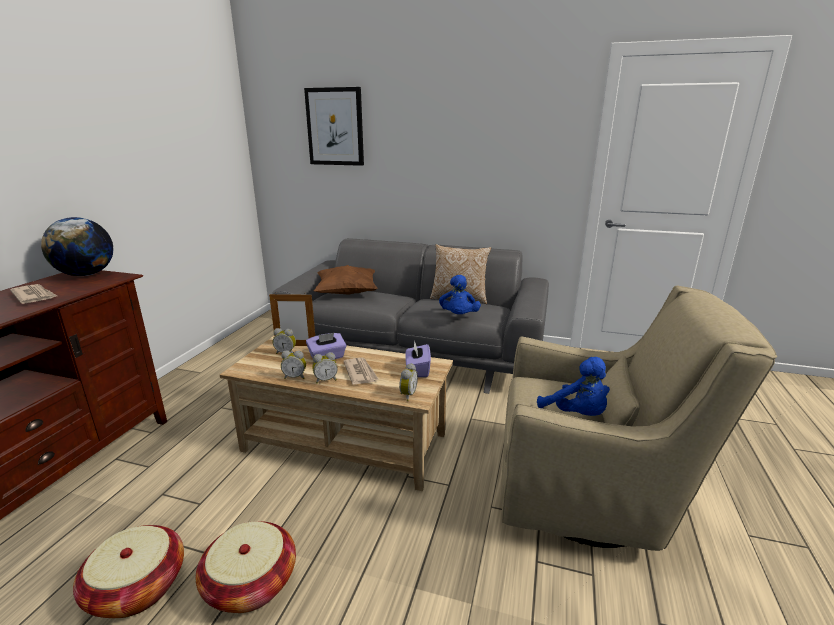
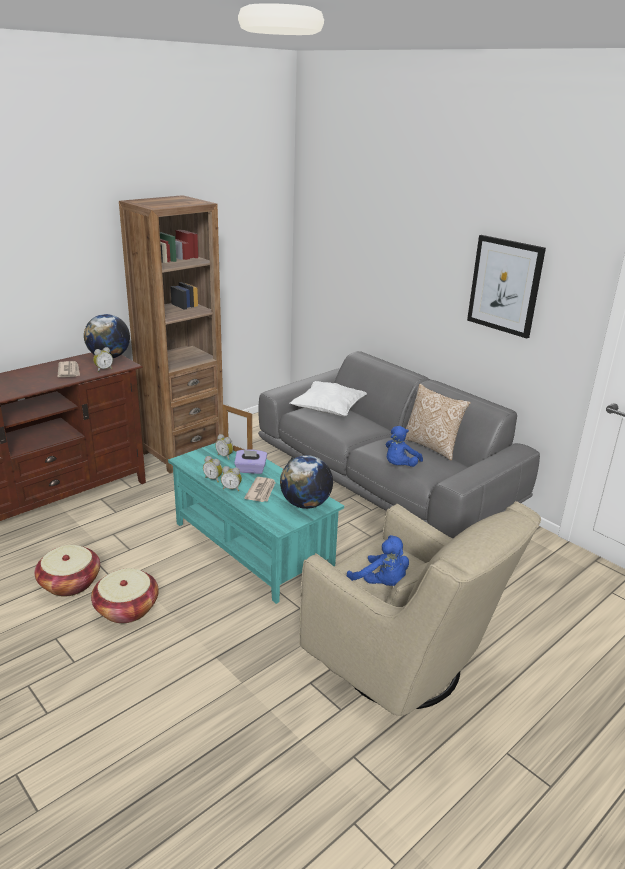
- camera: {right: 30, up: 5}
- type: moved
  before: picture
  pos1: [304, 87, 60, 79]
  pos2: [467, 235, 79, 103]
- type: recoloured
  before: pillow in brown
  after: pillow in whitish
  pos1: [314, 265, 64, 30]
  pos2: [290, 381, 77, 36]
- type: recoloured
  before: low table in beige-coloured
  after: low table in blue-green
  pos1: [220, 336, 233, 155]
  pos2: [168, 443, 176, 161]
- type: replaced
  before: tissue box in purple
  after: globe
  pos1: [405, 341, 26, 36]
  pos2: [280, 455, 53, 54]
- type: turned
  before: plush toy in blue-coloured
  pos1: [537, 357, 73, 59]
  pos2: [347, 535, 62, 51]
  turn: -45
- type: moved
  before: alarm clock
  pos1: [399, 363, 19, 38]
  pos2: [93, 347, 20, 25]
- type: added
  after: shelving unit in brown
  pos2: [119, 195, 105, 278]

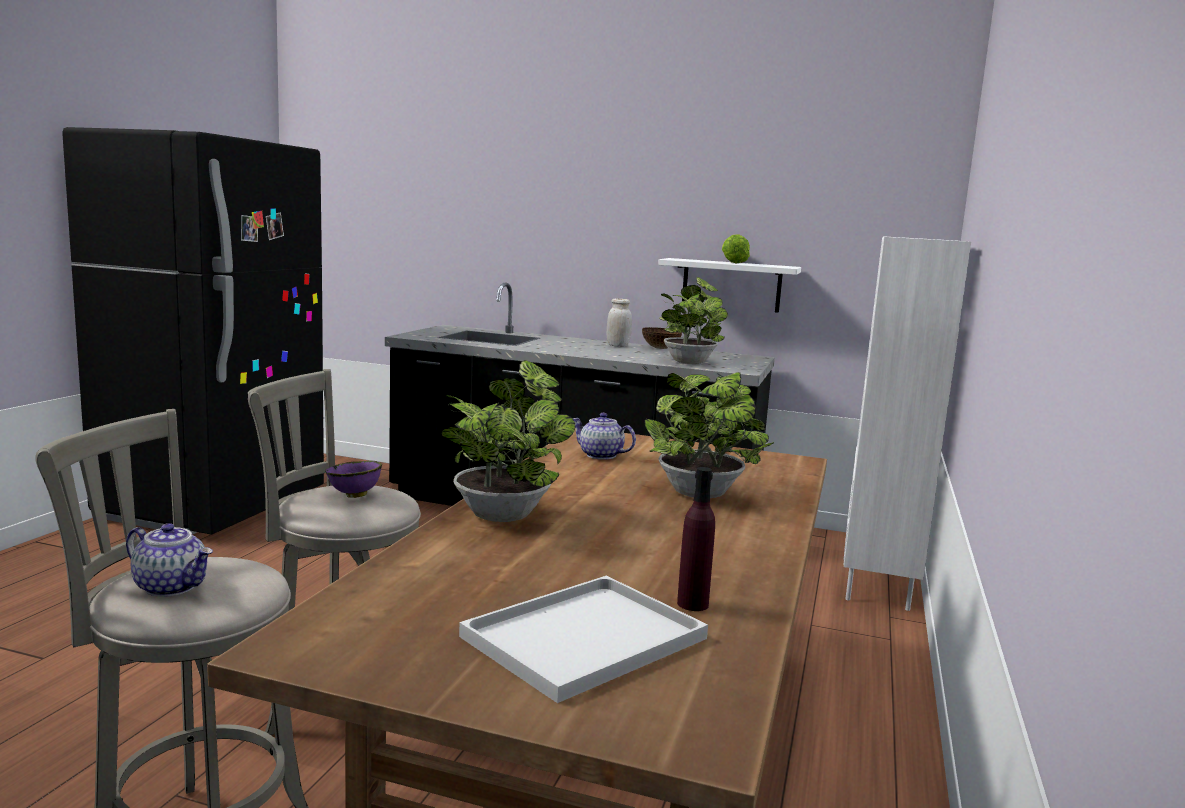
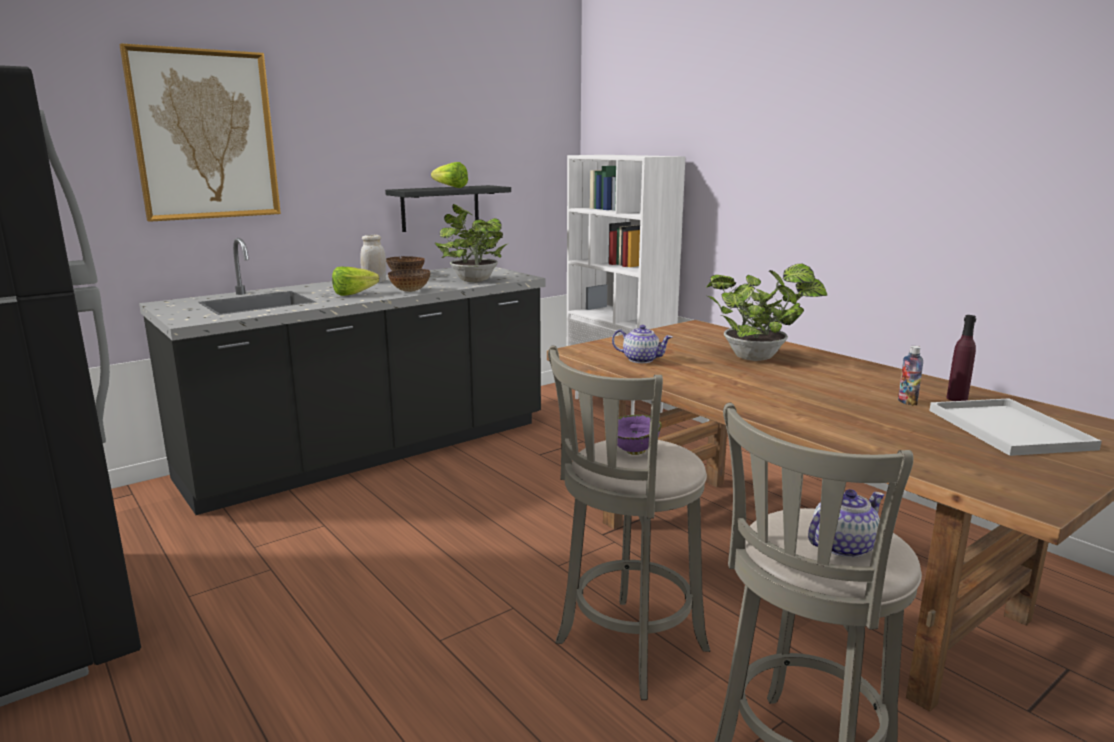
- camera: {right: -55, up: 5}
- type: recoloured
  before: wall shelf in whitish
  after: wall shelf in black-coloured
  pos1: [658, 258, 143, 55]
  pos2: [385, 185, 126, 47]
- type: removed
  before: plant in a pot
  pos1: [441, 360, 134, 162]
- type: turned
  before: tea pot
  pos1: [573, 413, 63, 47]
  pos2: [612, 325, 60, 38]
  turn: -135
- type: added
  after: picture
  pos2: [119, 43, 162, 179]
- type: added
  after: lettuce
  pos2: [332, 267, 47, 29]
- type: added
  after: bowl
  pos2: [388, 269, 42, 23]
- type: added
  after: bottle
  pos2: [898, 346, 25, 60]

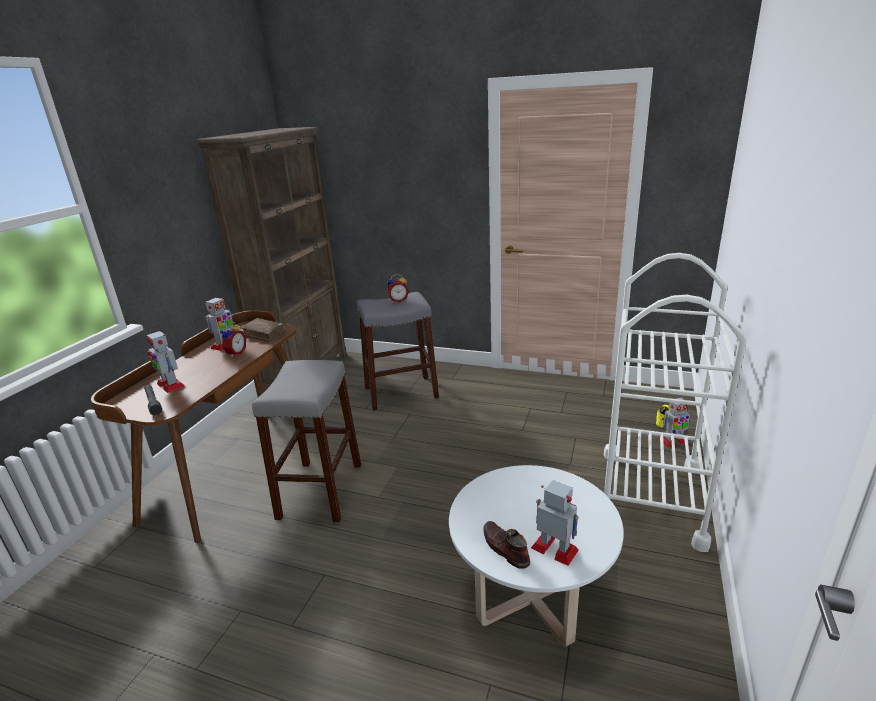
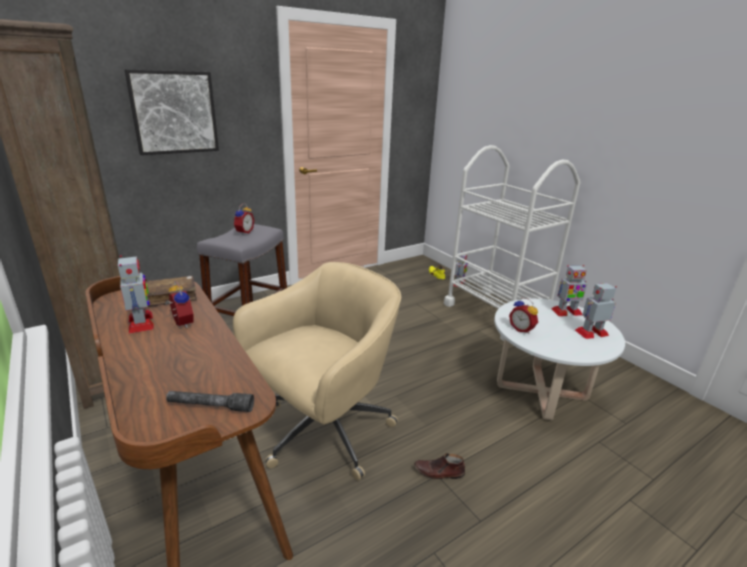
- camera: {right: -55, up: 0}
- type: moved
  before: robot figure
  pos1: [146, 330, 39, 63]
  pos2: [551, 265, 36, 51]
- type: replaced
  before: sitting stool in greyish
  after: office chair in beige-coloured
  pos1: [252, 360, 109, 162]
  pos2: [233, 262, 168, 218]
- type: moved
  before: item of footwear in brown
  pos1: [483, 521, 47, 48]
  pos2: [414, 453, 51, 26]
- type: added
  after: picture
  pos2: [124, 69, 95, 86]
- type: added
  after: alarm clock
  pos2: [509, 298, 29, 36]

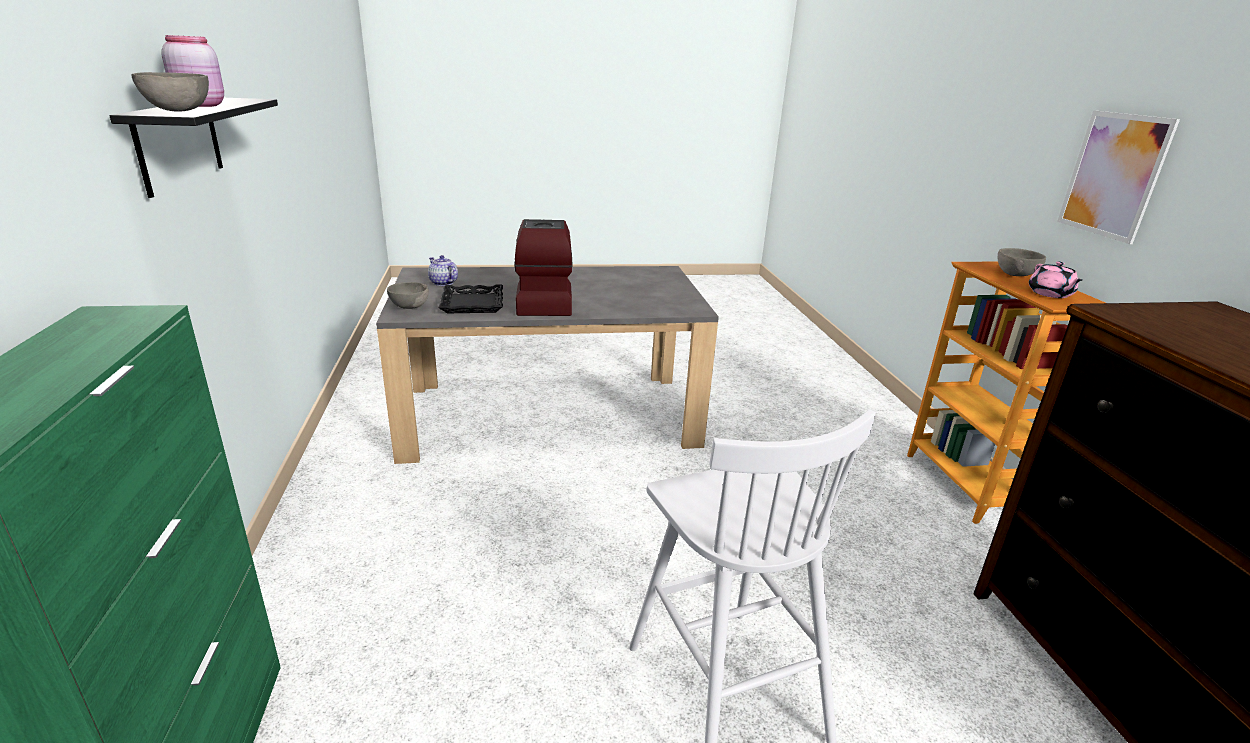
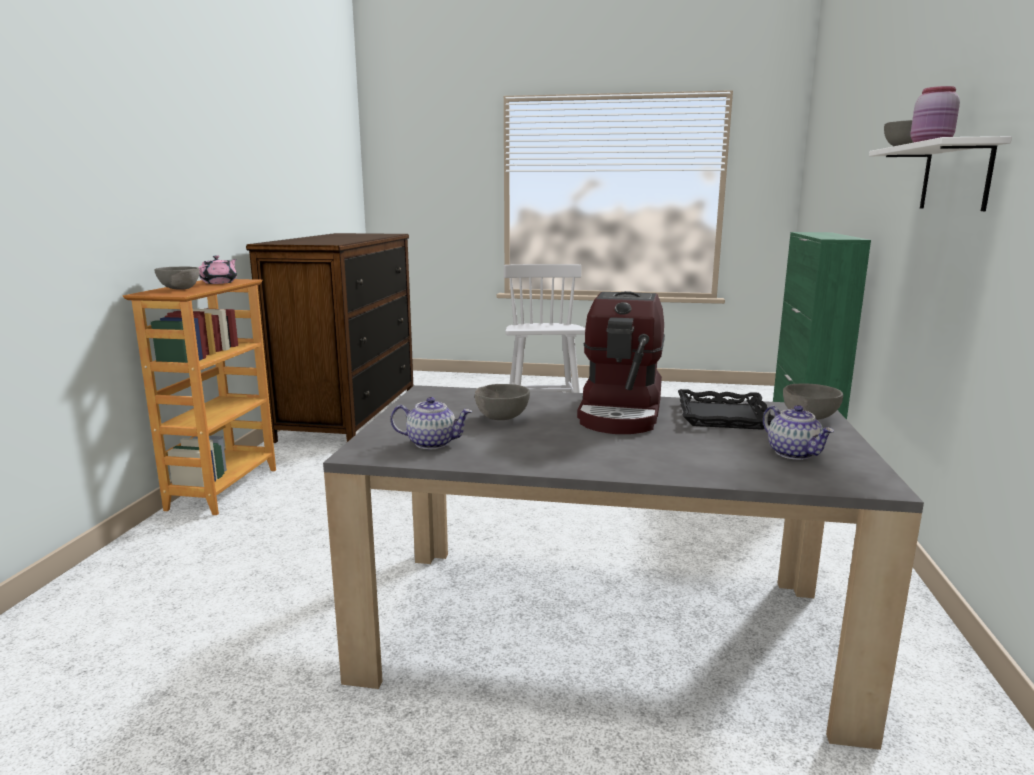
- camera: {right: -160, up: -10}
- type: recoloured
  before: wall shelf in black-coloured
  after: wall shelf in whitish
  pos1: [110, 98, 168, 100]
  pos2: [869, 136, 143, 75]
- type: removed
  before: picture
  pos1: [1057, 110, 123, 134]
- type: added
  after: bowl in greyish
  pos2: [475, 384, 55, 36]
- type: added
  after: tea pot
  pos2: [390, 397, 82, 52]

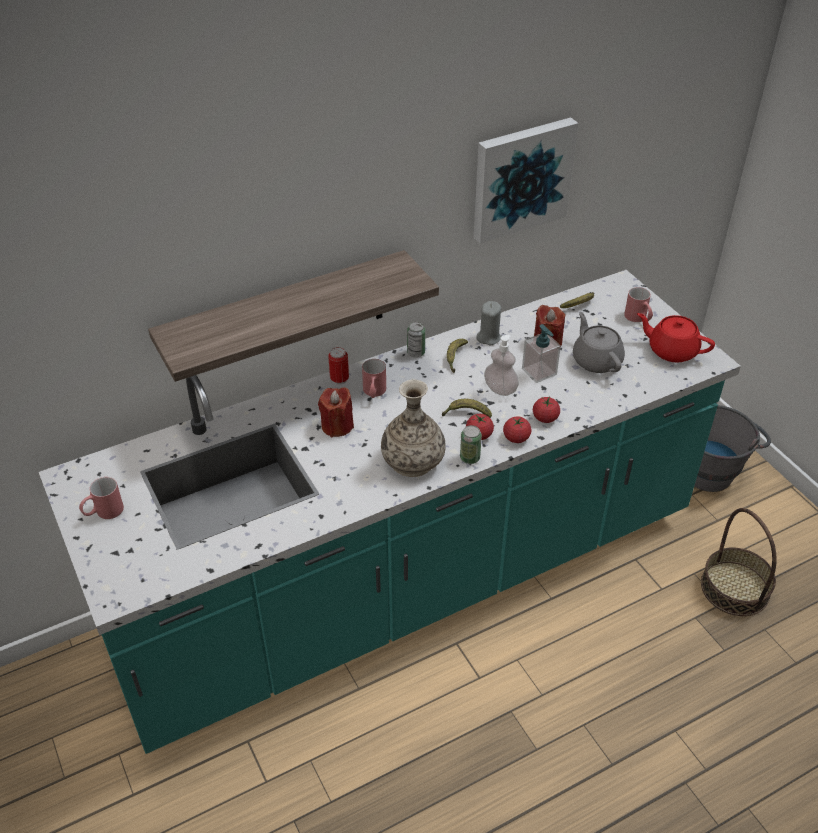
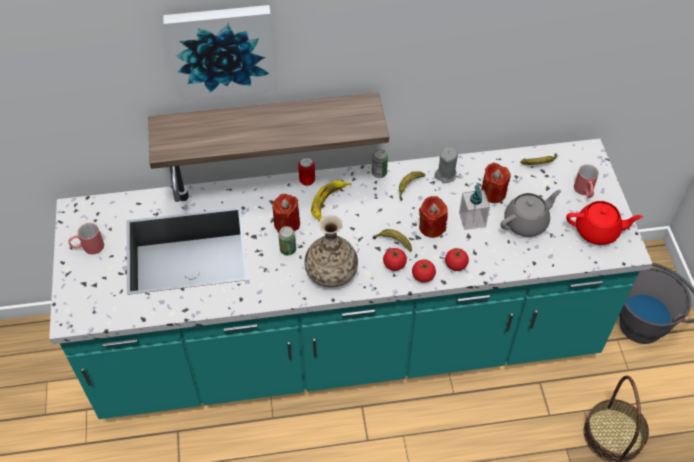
- camera: {right: 20, up: 10}
- type: moved
  before: picture
  pos1: [474, 117, 104, 127]
  pos2: [163, 5, 114, 95]
- type: turned
  before: tea pot in greyish
  pos1: [573, 312, 52, 61]
  pos2: [500, 190, 61, 47]
  turn: 60
- type: turned
  before: tea pot in red
  pos1: [637, 313, 78, 50]
  pos2: [566, 201, 77, 44]
  turn: 135
- type: replaced
  before: liquid soap bottle
  after: wax candle in red
  pos1: [484, 335, 35, 61]
  pos2: [419, 196, 29, 42]
- type: replaced
  before: coffee mug in red
  after: banana
  pos1: [362, 359, 24, 39]
  pos2: [311, 180, 41, 41]
- type: moved
  before: sealed can
  pos1: [460, 425, 22, 39]
  pos2: [278, 226, 18, 30]

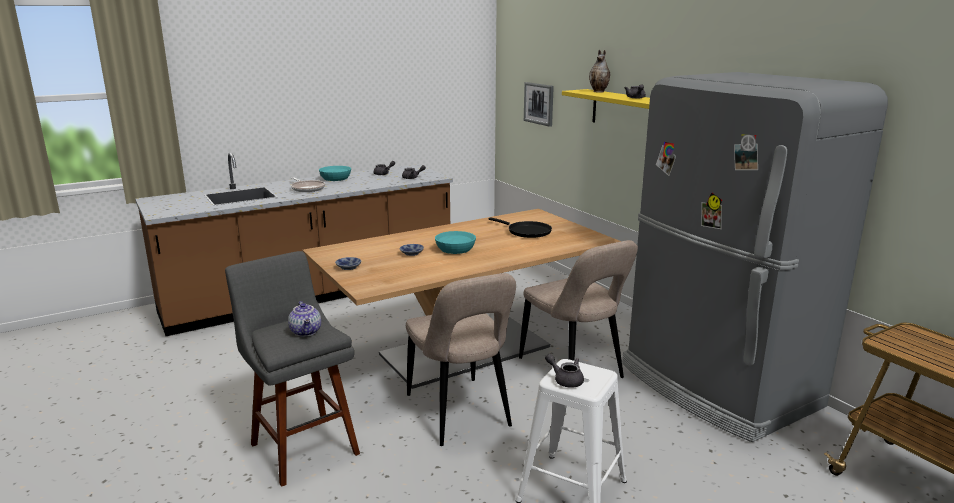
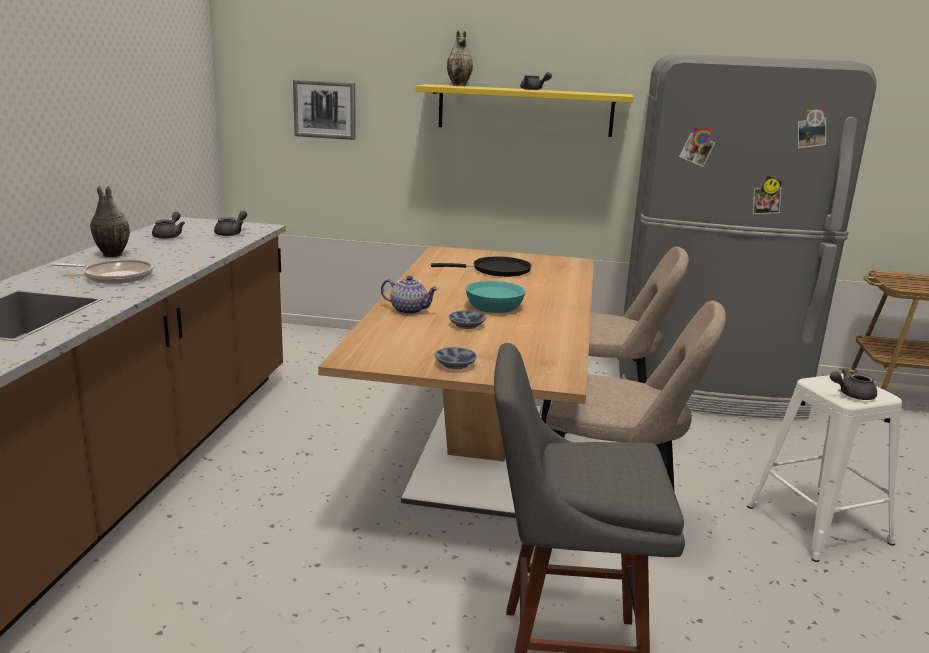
- camera: {right: -50, up: 0}
- type: replaced
  before: bowl in blue-green
  after: decorative vase
  pos1: [319, 166, 32, 15]
  pos2: [90, 186, 40, 71]
- type: moved
  before: tea pot
  pos1: [288, 301, 33, 36]
  pos2: [381, 276, 57, 38]

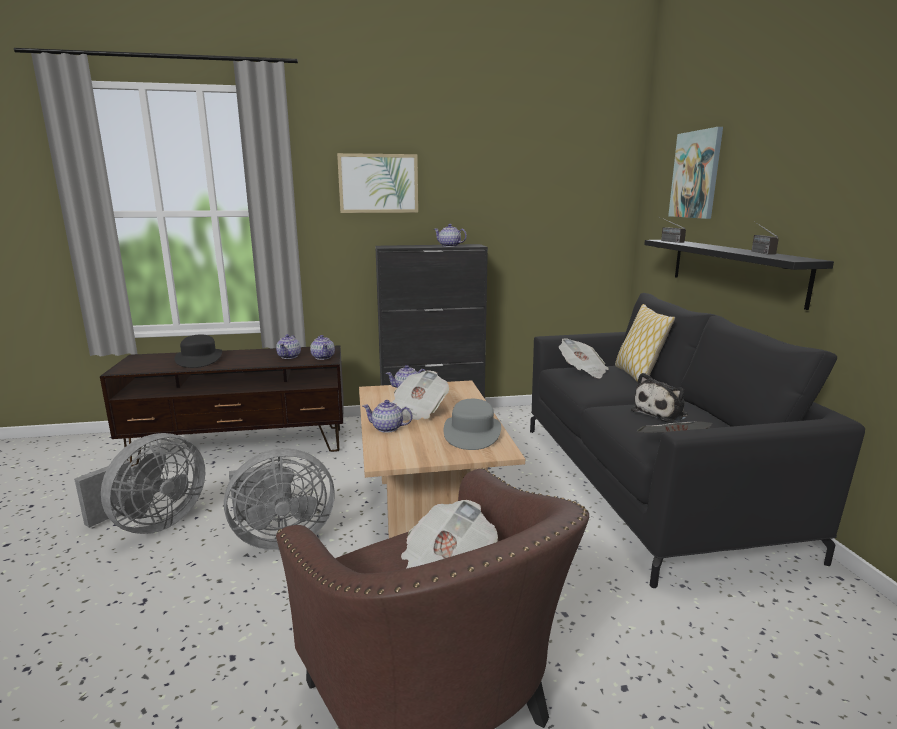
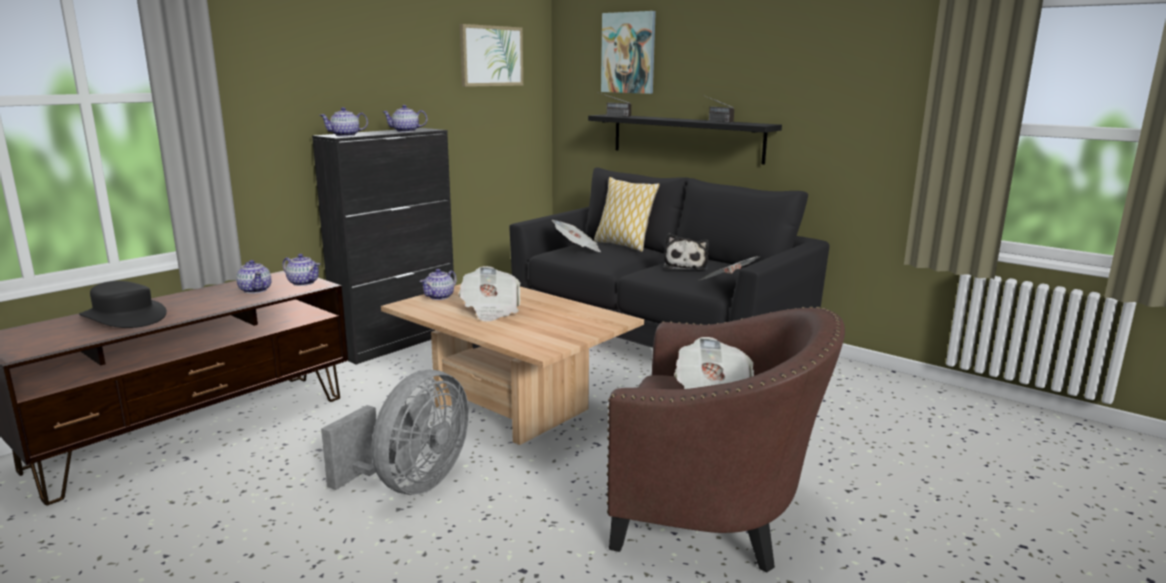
- camera: {right: -40, up: 0}
- type: moved
  before: picture
  pos1: [337, 153, 81, 60]
  pos2: [460, 24, 63, 63]
- type: removed
  before: hat in greyish
  pos1: [444, 399, 57, 51]
- type: moved
  before: tea pot
  pos1: [363, 400, 50, 33]
  pos2: [320, 107, 48, 30]
- type: removed
  before: cooling fan in greyish
  pos1: [74, 433, 131, 101]

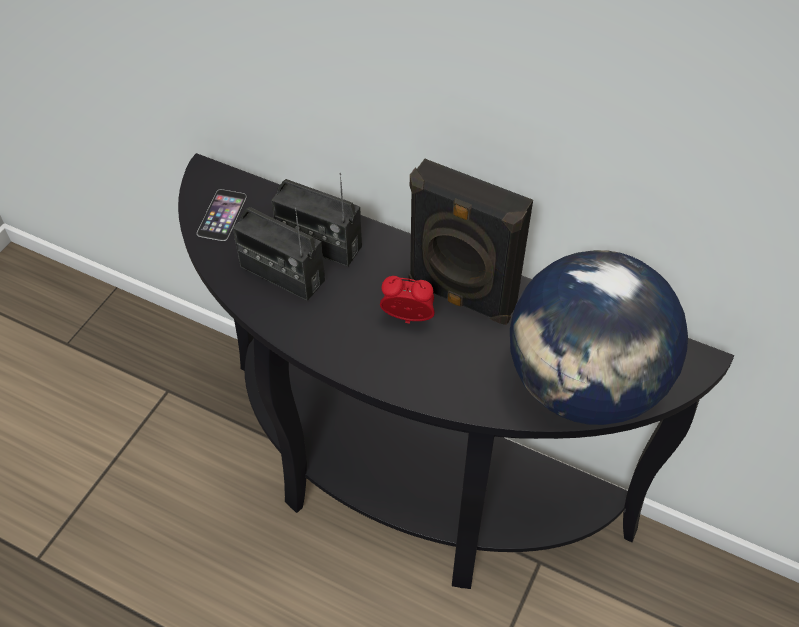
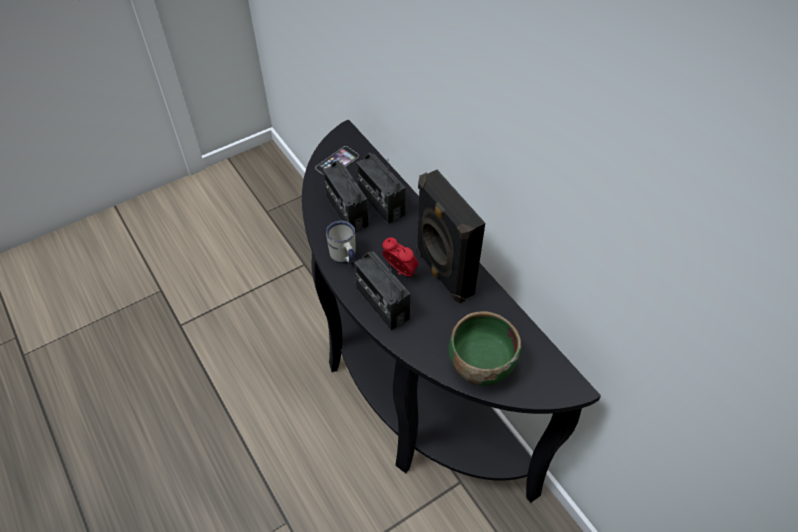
- camera: {right: 30, up: 0}
- type: replaced
  before: globe
  after: bowl in green
  pos1: [510, 250, 178, 175]
  pos2: [449, 312, 72, 74]
- type: added
  after: coffee mug in whitish
  pos2: [326, 221, 30, 42]
- type: added
  after: radio receiver
  pos2: [354, 251, 56, 79]

